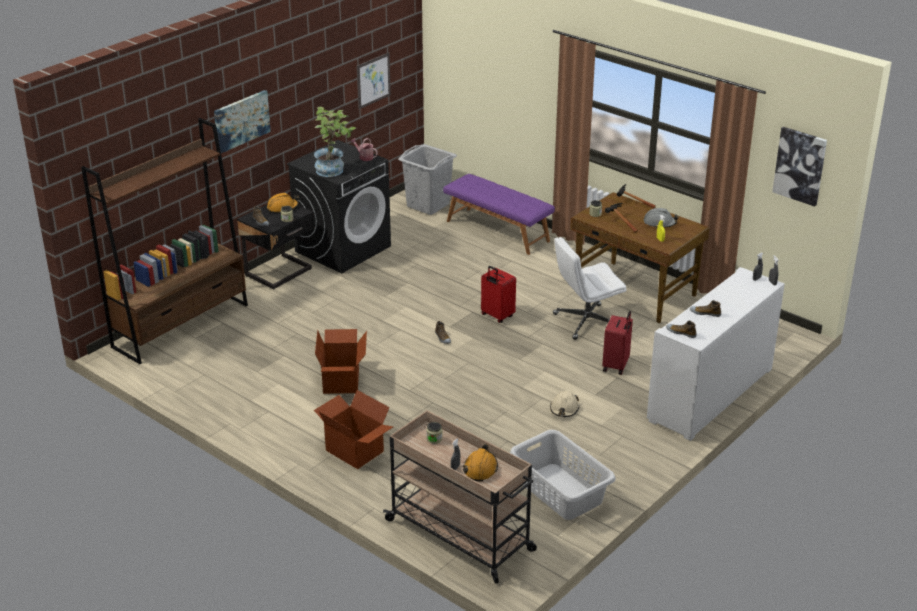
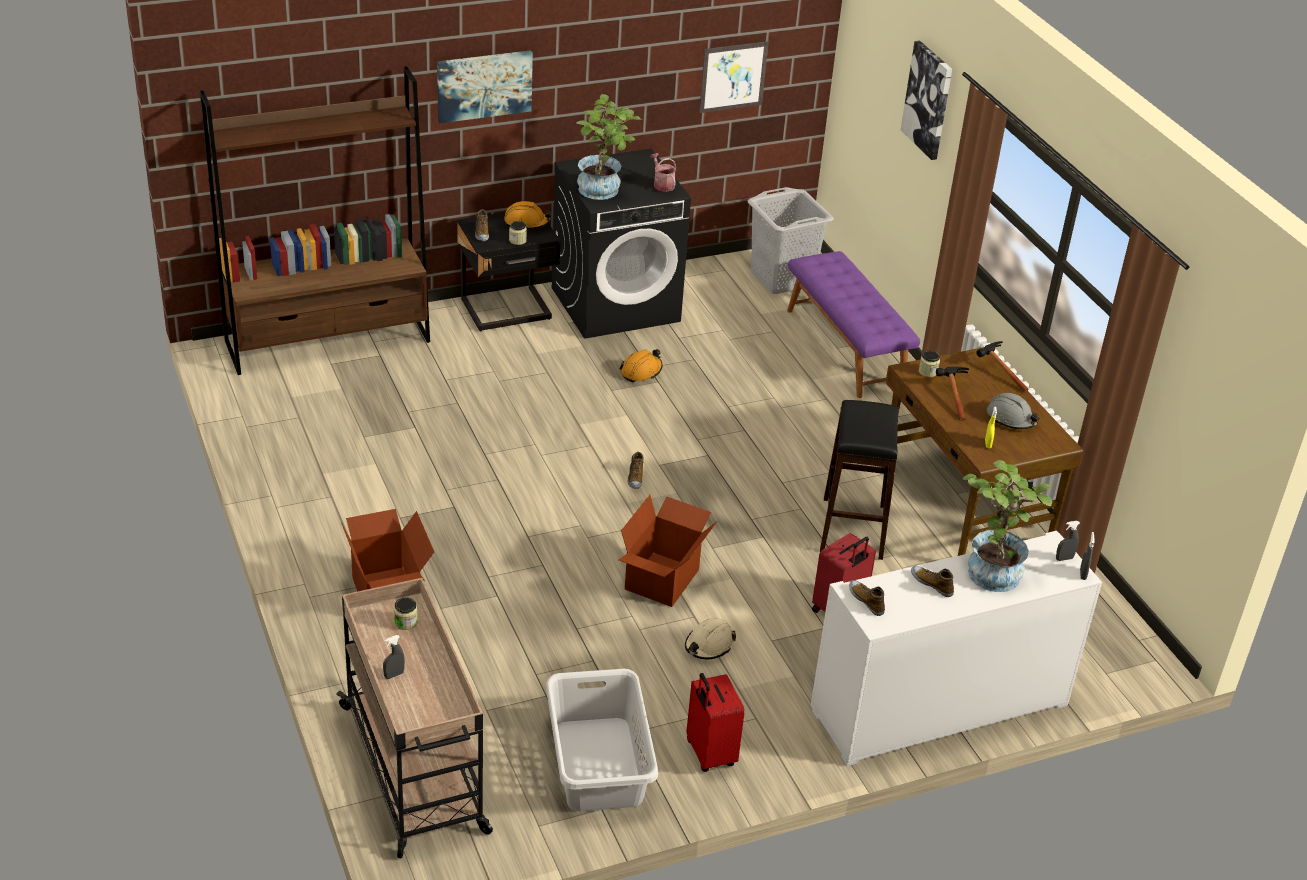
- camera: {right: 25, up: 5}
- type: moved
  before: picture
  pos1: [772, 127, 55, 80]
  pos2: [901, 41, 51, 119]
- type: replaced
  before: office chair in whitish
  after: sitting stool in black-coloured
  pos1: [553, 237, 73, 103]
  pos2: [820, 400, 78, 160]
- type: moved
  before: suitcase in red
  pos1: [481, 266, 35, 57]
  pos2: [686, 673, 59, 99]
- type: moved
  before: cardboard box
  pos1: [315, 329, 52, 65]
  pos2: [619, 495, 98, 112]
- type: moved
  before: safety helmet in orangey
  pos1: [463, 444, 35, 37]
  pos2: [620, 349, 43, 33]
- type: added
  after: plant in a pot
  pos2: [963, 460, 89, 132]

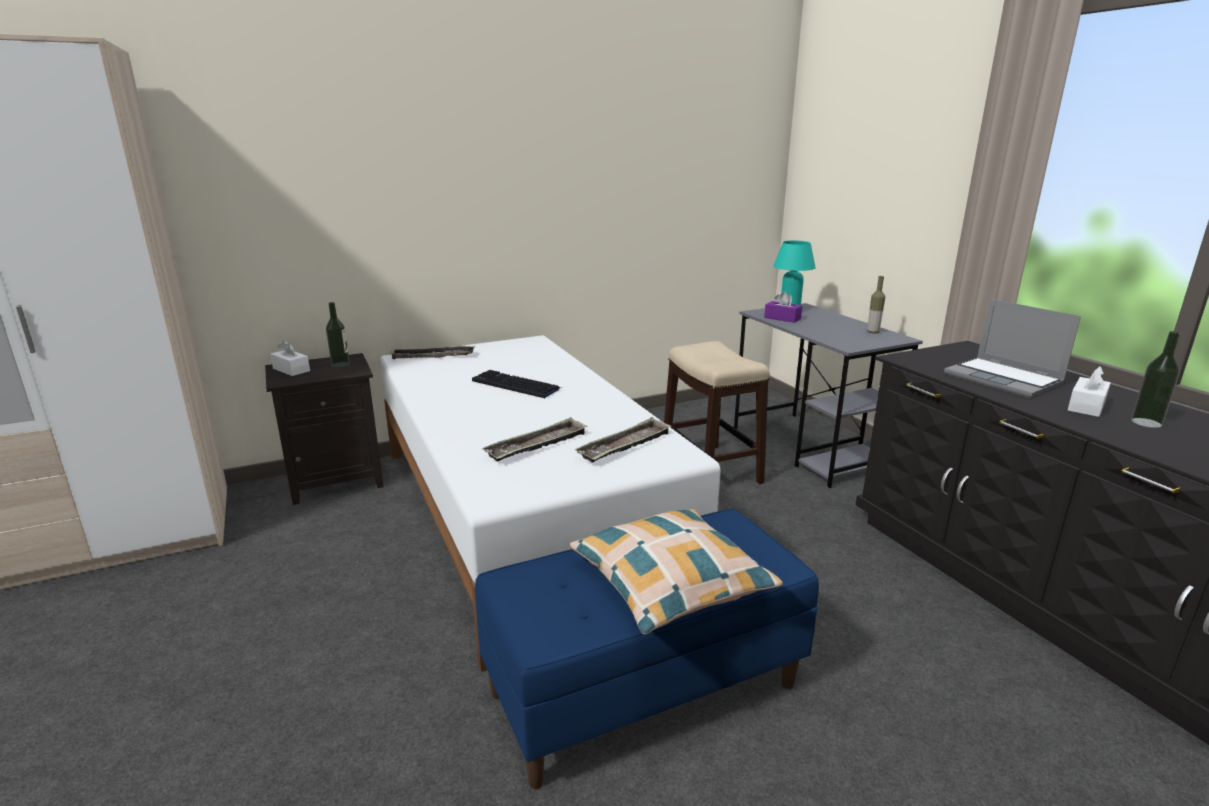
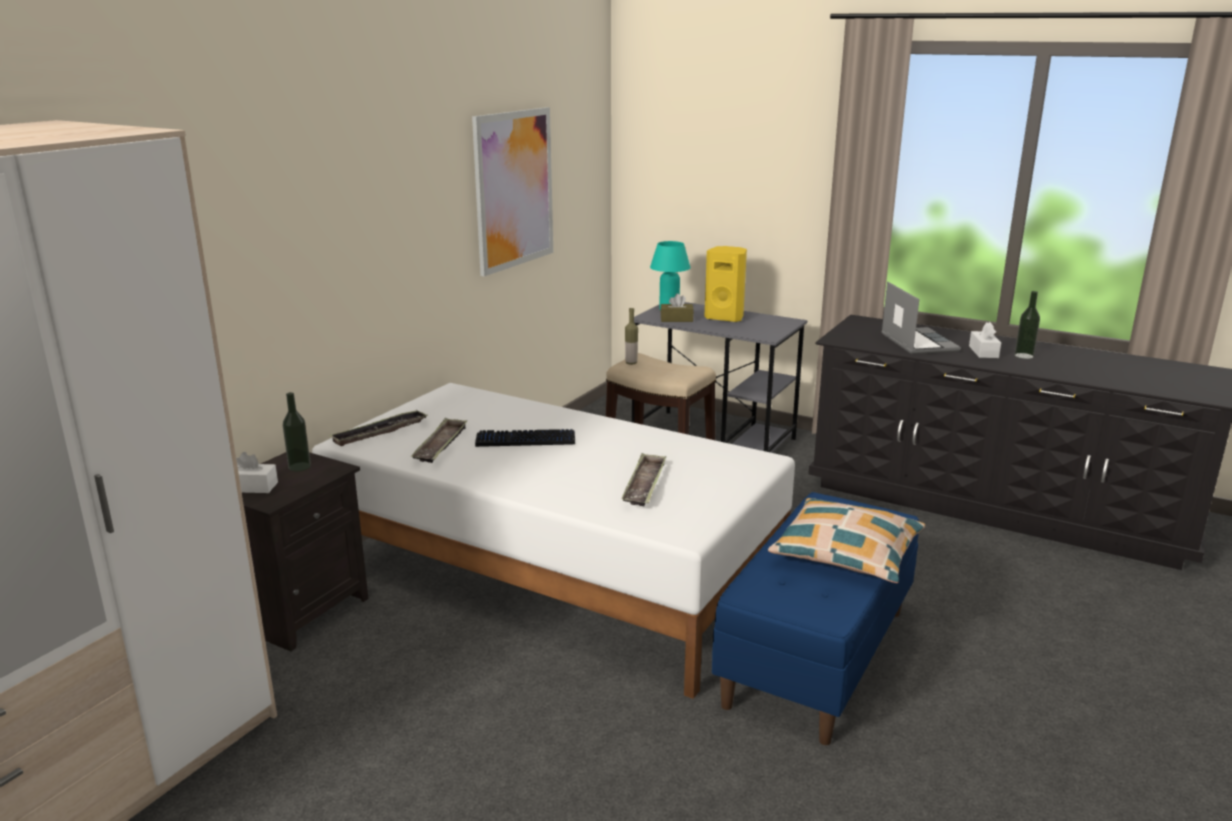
- camera: {right: -35, up: 0}
- type: moved
  before: bottle
  pos1: [867, 276, 18, 57]
  pos2: [625, 308, 13, 57]
- type: recoloured
  before: tissue box in purple
  after: tissue box in brown
  pos1: [764, 291, 38, 32]
  pos2: [661, 293, 33, 29]
- type: turned
  before: notebook computer
  pos1: [944, 299, 137, 99]
  pos2: [881, 282, 80, 72]
  turn: -120
- type: moved
  before: carrying tray
  pos1: [574, 417, 98, 46]
  pos2: [411, 418, 56, 45]
- type: added
  after: picture
  pos2: [472, 107, 81, 169]
- type: added
  after: loudspeaker in yellow-coloured
  pos2: [704, 246, 43, 76]

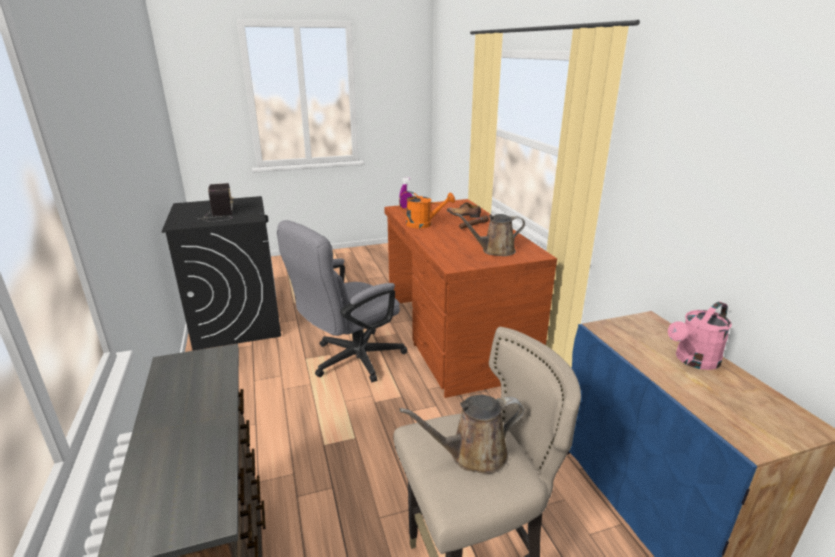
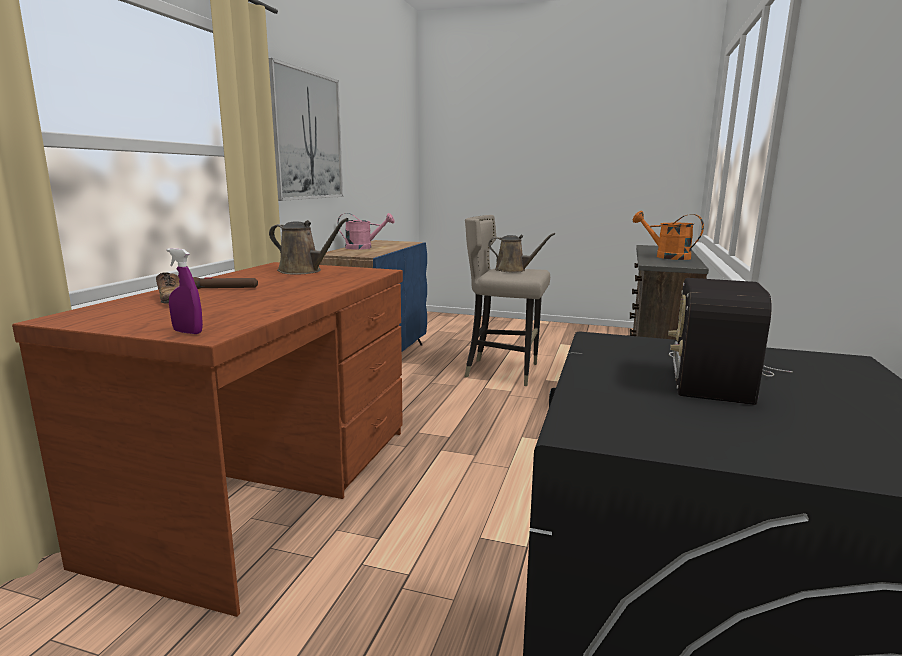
- camera: {right: -145, up: -10}
- type: moved
  before: watering can in orangey
  pos1: [399, 191, 56, 38]
  pos2: [633, 211, 71, 49]
- type: removed
  before: office chair in greyish
  pos1: [277, 220, 130, 162]
- type: added
  after: picture
  pos2: [269, 58, 74, 143]

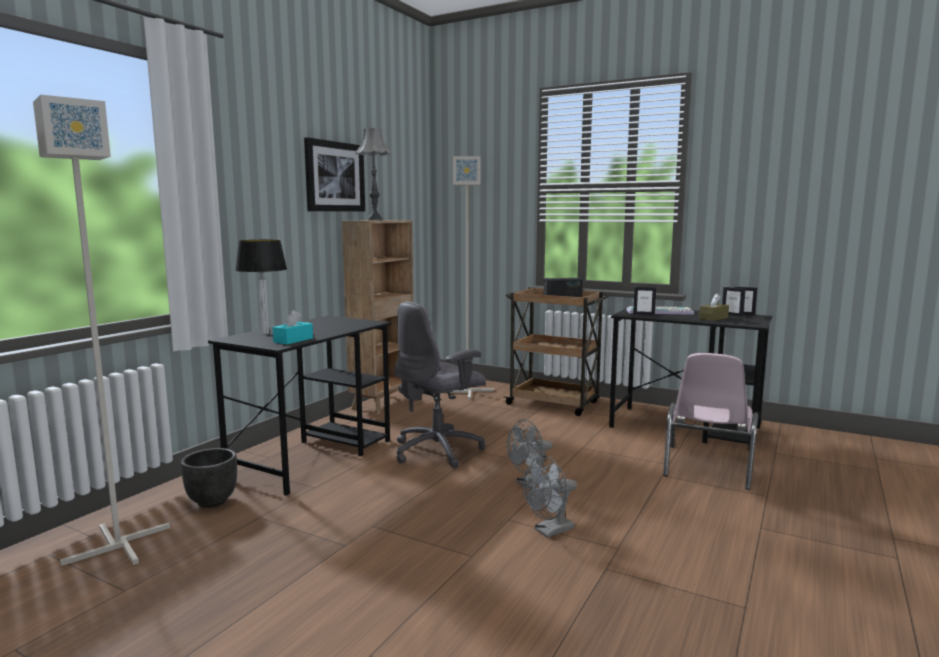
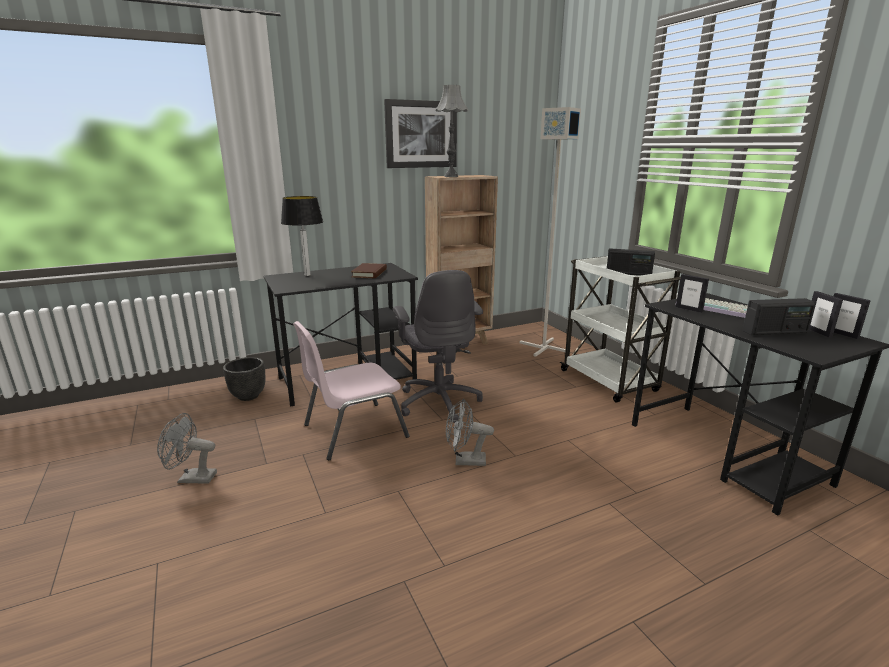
- camera: {right: 35, up: 10}
- type: removed
  before: standard lamp in greyish
  pos1: [33, 95, 137, 471]
- type: recoloured
  before: trolley in brown
  after: trolley in whitish
  pos1: [504, 288, 105, 128]
  pos2: [560, 256, 121, 147]
- type: replaced
  before: tissue box in brown
  after: radio receiver
  pos1: [699, 293, 30, 28]
  pos2: [743, 298, 73, 37]
- type: turned
  before: office chair in greyish
  pos1: [394, 302, 92, 166]
  pos2: [393, 270, 90, 153]
  turn: -105
- type: removed
  before: tissue box in blue-green
  pos1: [273, 310, 40, 35]
- type: moved
  before: plain chair in pinkish
  pos1: [663, 353, 95, 137]
  pos2: [293, 321, 117, 139]
- type: moved
  before: cooling fan in greyish
  pos1: [523, 456, 54, 82]
  pos2: [157, 413, 60, 71]
- type: added
  after: book in brown
  pos2: [351, 263, 36, 15]

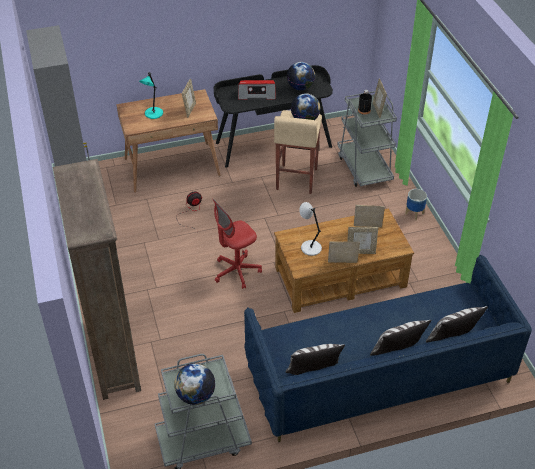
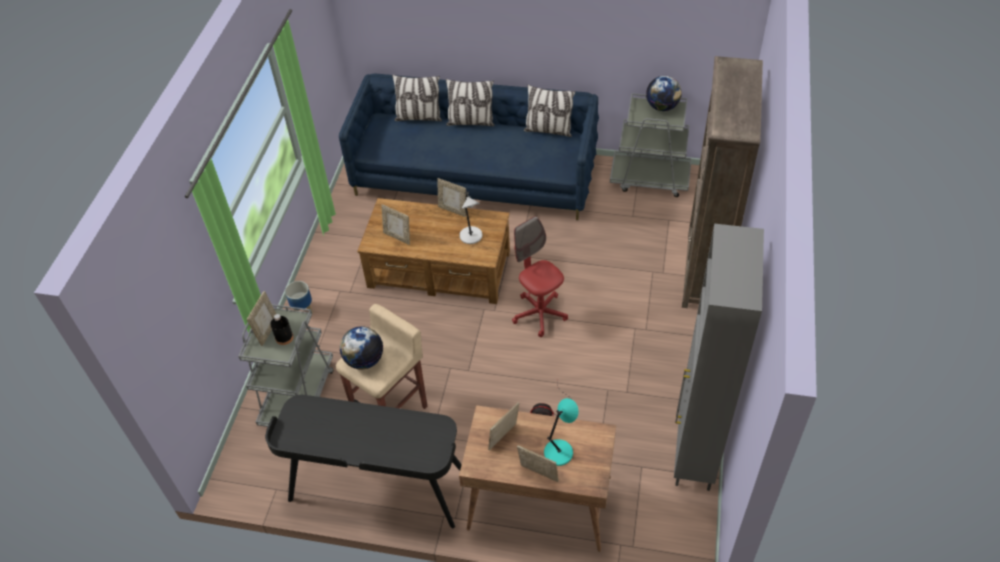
- camera: {right: -150, up: 5}
- type: removed
  before: globe
  pos1: [287, 62, 28, 29]
- type: removed
  before: radio receiver
  pos1: [238, 80, 38, 20]
- type: turned
  before: office chair in red
  pos1: [213, 199, 49, 90]
  pos2: [512, 216, 56, 121]
  turn: -120
- type: moved
  before: picture frame
  pos1: [347, 227, 31, 27]
  pos2: [517, 445, 42, 37]

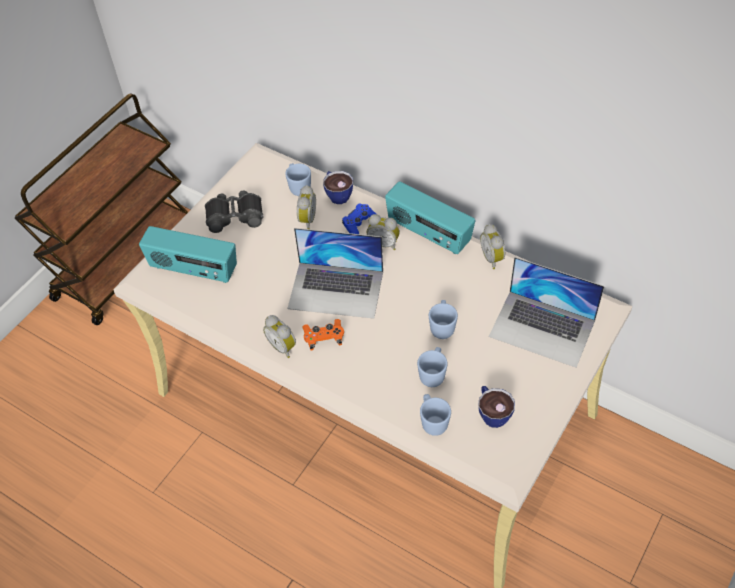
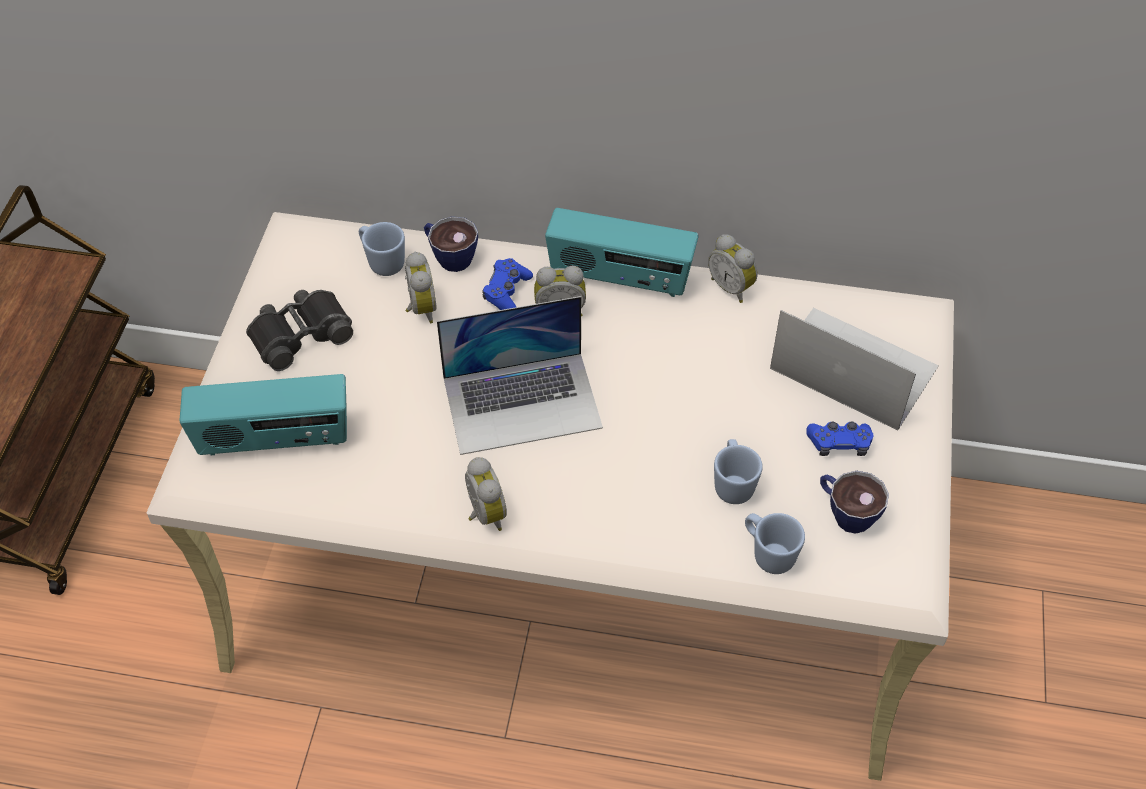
- camera: {right: -25, up: 0}
- type: turned
  before: notebook computer
  pos1: [489, 257, 115, 111]
  pos2: [770, 308, 169, 123]
  turn: -150
- type: removed
  before: coffee mug in blue-coloured
  pos1: [429, 300, 29, 39]
- type: turned
  before: alarm clock
  pos1: [263, 315, 33, 43]
  pos2: [465, 457, 42, 74]
  turn: -135
- type: removed
  before: game controller in orangey
  pos1: [302, 319, 42, 31]
- type: added
  after: game controller in blue-coloured
  pos2: [806, 422, 67, 34]

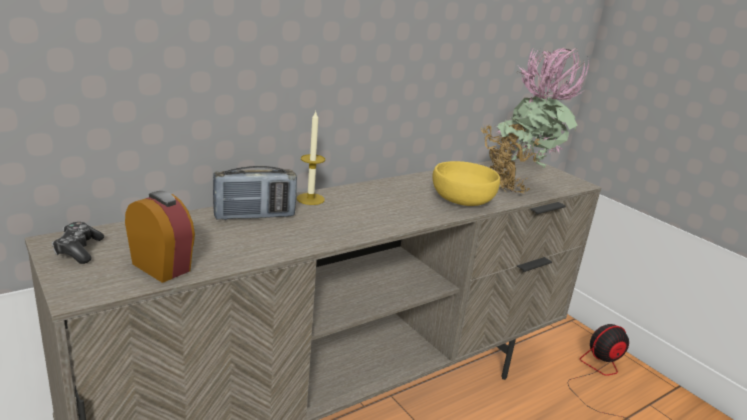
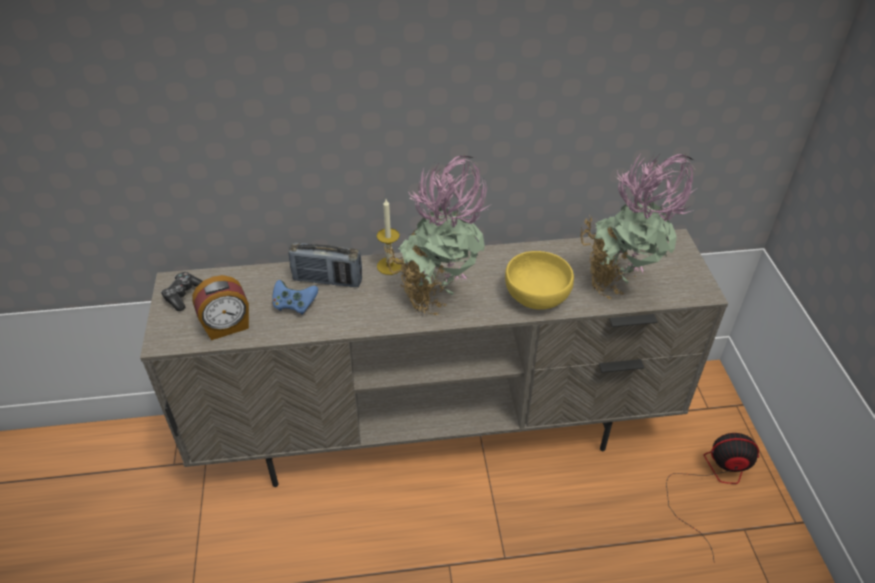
- camera: {right: 30, up: 20}
- type: turned
  before: alarm clock
  pos1: [125, 191, 70, 92]
  pos2: [192, 275, 57, 65]
  turn: 90
- type: added
  after: plant in a pot
  pos2: [384, 156, 106, 159]
- type: added
  after: game controller in blue-coloured
  pos2: [273, 280, 45, 35]

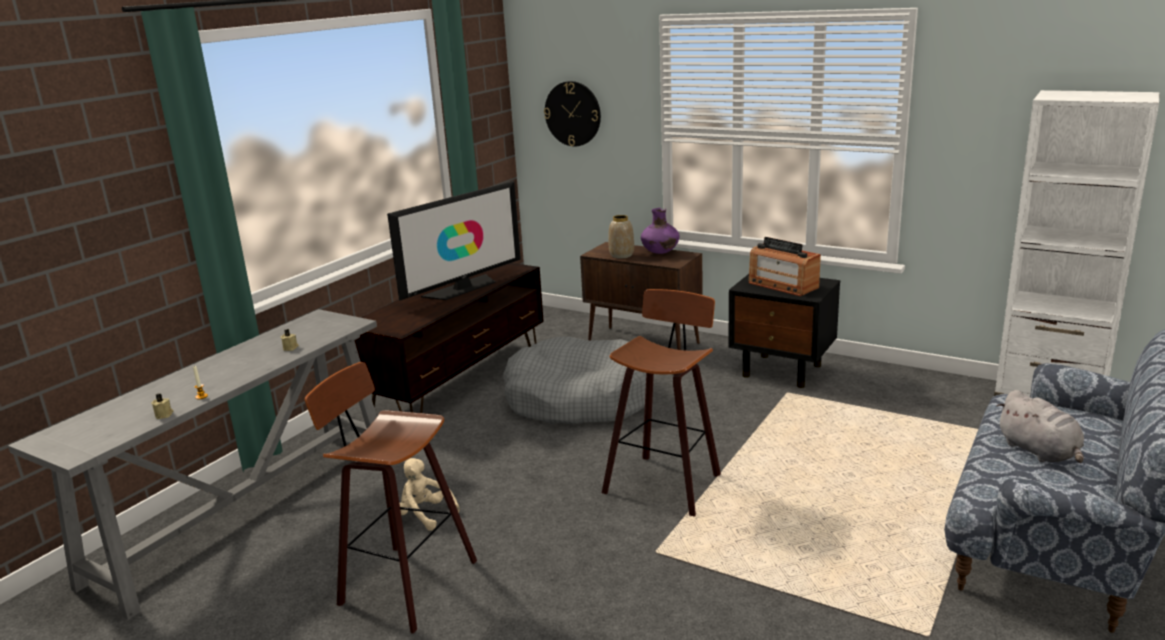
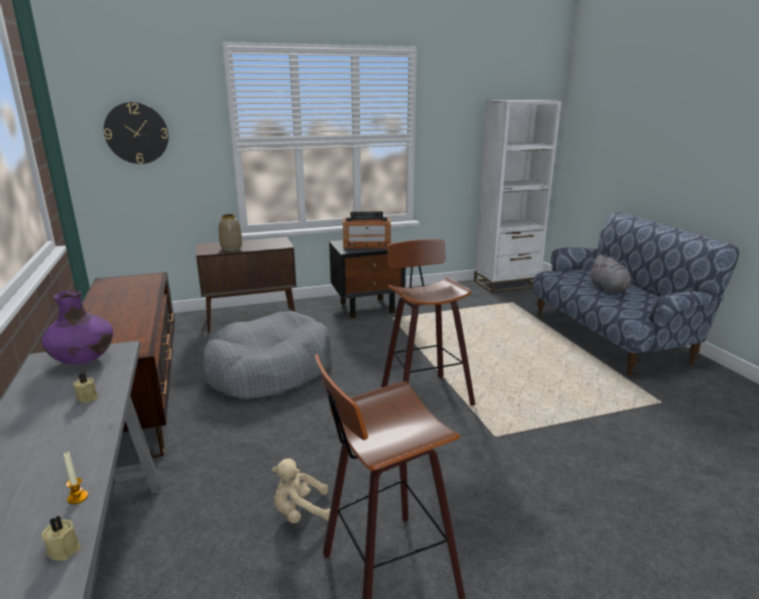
- camera: {right: -50, up: 0}
- type: removed
  before: TV set
  pos1: [387, 181, 134, 120]
- type: moved
  before: decorative vase in purple
  pos1: [641, 208, 39, 46]
  pos2: [42, 290, 71, 74]
- type: turned
  before: plush toy in greyish
  pos1: [997, 390, 87, 73]
  pos2: [590, 255, 41, 38]
  turn: 60

